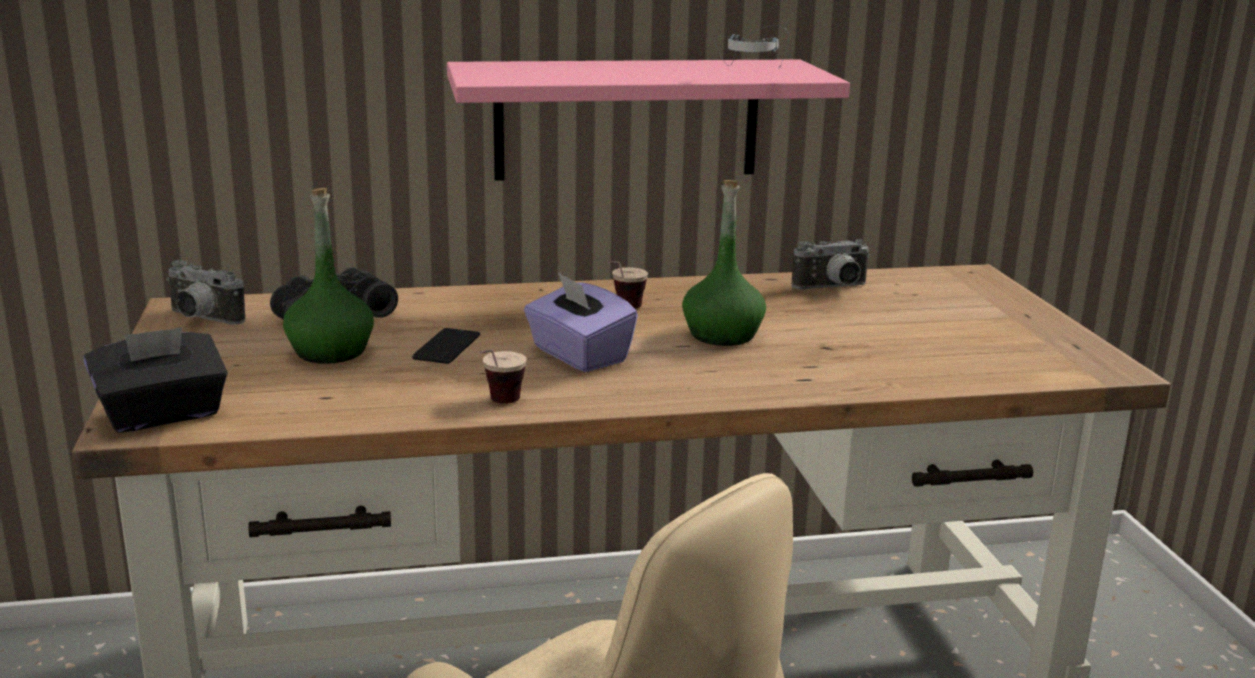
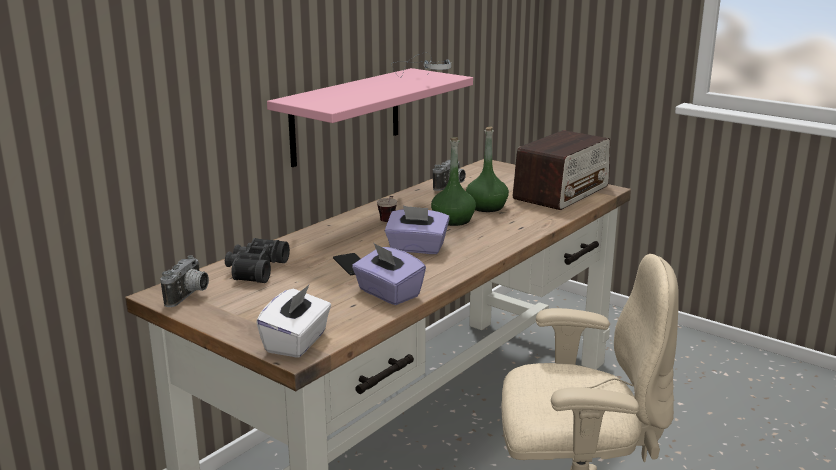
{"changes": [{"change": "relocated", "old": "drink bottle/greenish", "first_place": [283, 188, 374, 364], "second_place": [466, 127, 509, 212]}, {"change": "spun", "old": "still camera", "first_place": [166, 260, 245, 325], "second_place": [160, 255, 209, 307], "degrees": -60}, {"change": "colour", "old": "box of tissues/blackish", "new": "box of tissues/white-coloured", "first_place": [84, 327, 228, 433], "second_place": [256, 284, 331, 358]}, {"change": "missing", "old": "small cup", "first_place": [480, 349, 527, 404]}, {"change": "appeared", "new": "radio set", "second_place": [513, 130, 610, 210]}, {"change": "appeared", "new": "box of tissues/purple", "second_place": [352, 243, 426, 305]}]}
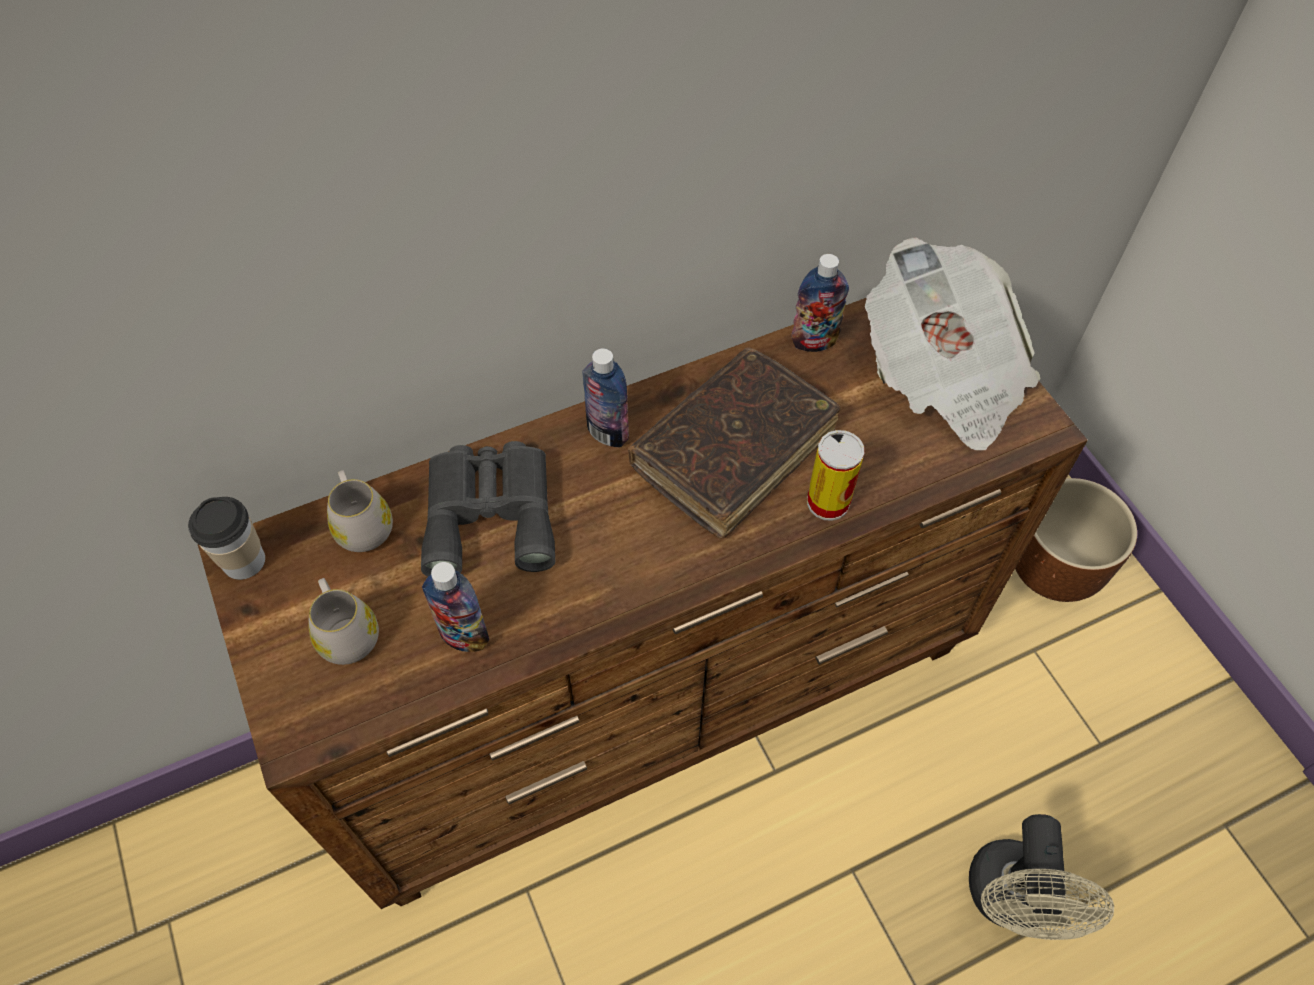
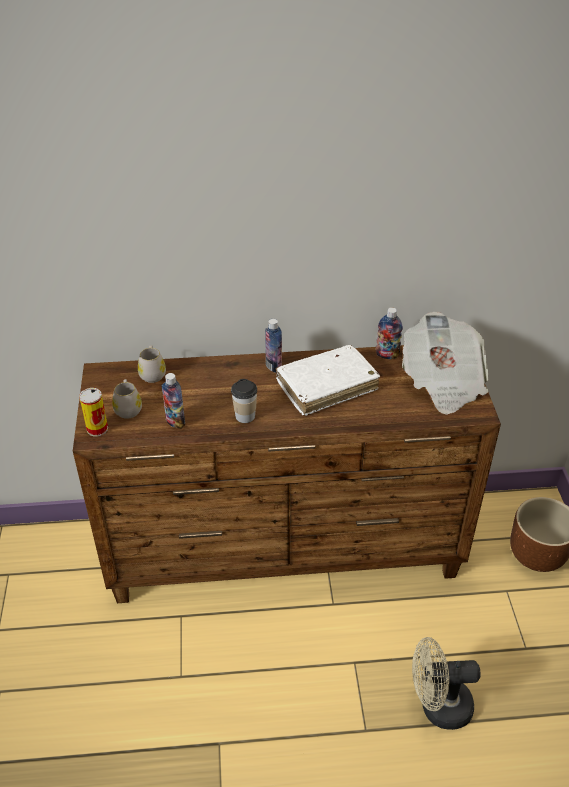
{"changes": [{"change": "colour", "old": "book/brownish", "new": "book/white-coloured", "first_place": [628, 347, 841, 539], "second_place": [276, 345, 380, 416]}, {"change": "relocated", "old": "sealed can", "first_place": [807, 430, 864, 521], "second_place": [79, 388, 108, 436]}, {"change": "missing", "old": "field glasses/grey", "first_place": [421, 441, 555, 577]}, {"change": "relocated", "old": "small cup", "first_place": [188, 497, 265, 580], "second_place": [231, 379, 257, 423]}, {"change": "spun", "old": "fan/beige-coloured", "first_place": [969, 814, 1114, 940], "second_place": [412, 637, 481, 730], "degrees": 60}]}
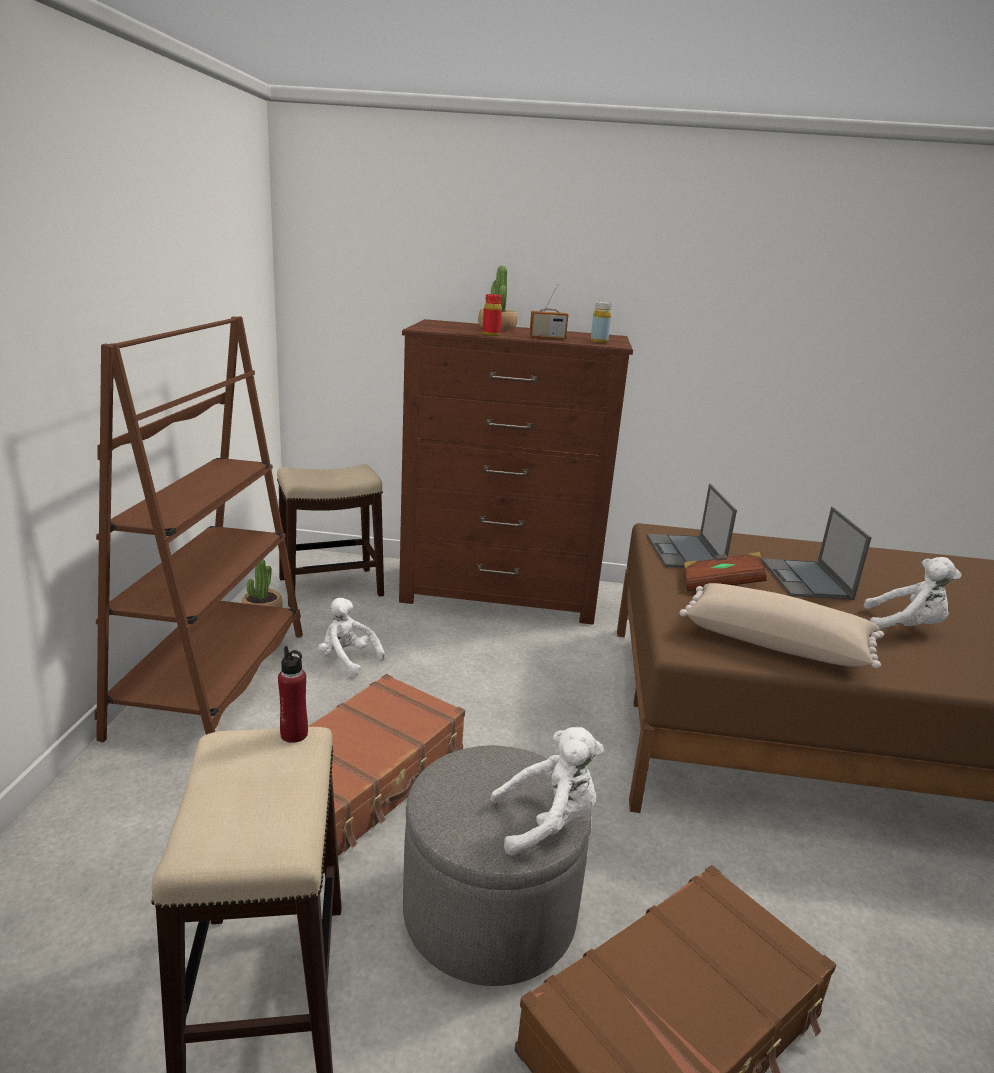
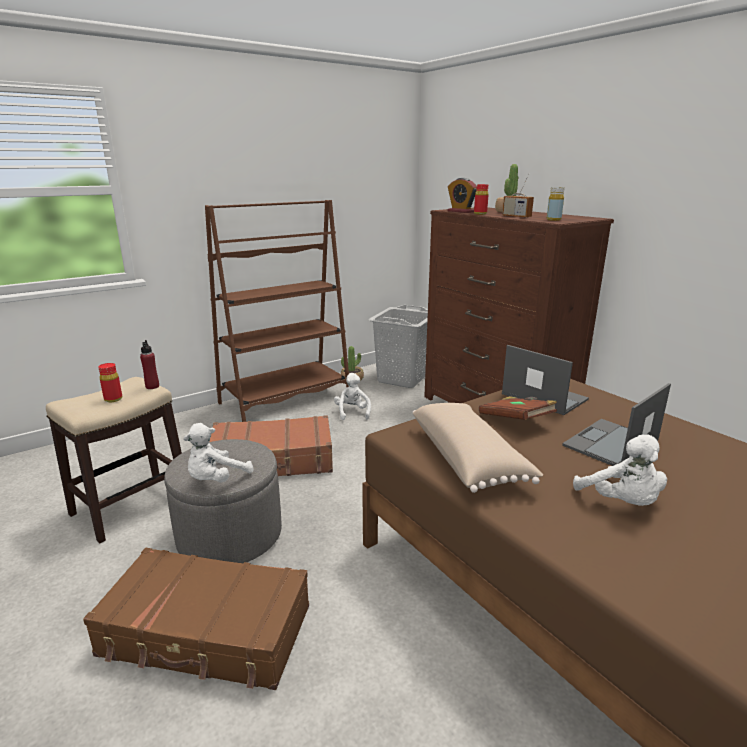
{"changes": [{"change": "exchanged", "old": "stool", "new": "washing basket/grey", "first_place": [277, 464, 384, 607], "second_place": [369, 305, 428, 388]}, {"change": "spun", "old": "notebook computer", "first_place": [647, 484, 737, 568], "second_place": [502, 345, 589, 415], "degrees": 90}, {"change": "spun", "old": "cuddly toy/white-coloured", "first_place": [490, 727, 604, 856], "second_place": [183, 423, 253, 482], "degrees": 90}, {"change": "appeared", "new": "table clock", "second_place": [448, 178, 477, 213]}, {"change": "appeared", "new": "drink bottle/red-coloured", "second_place": [98, 363, 122, 402]}]}
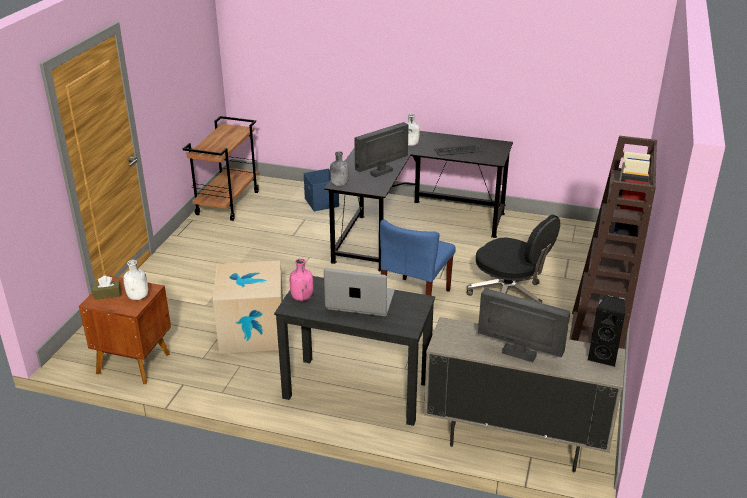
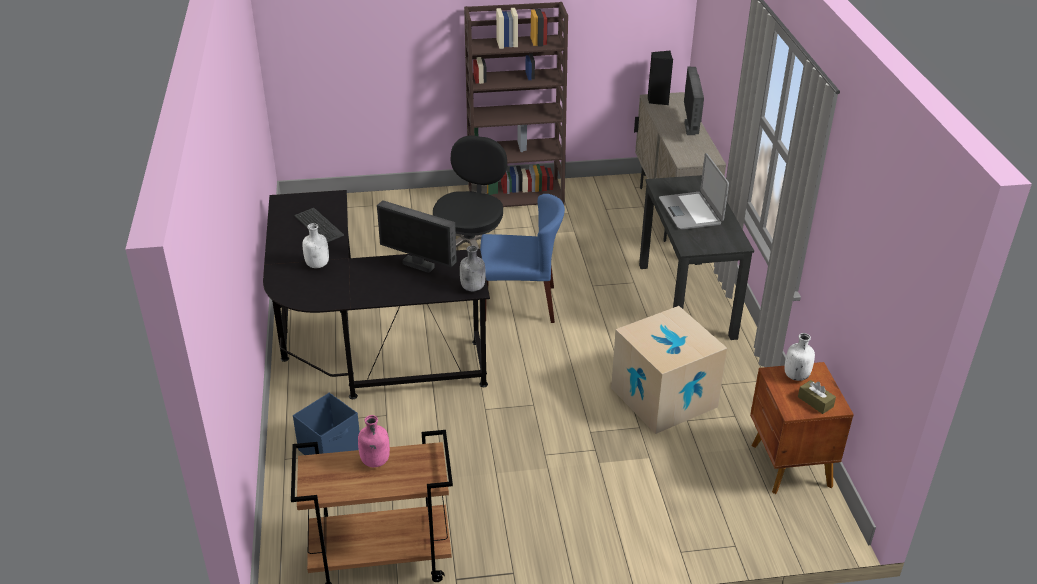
{"changes": [{"change": "relocated", "old": "drink bottle/pinkish", "first_place": [290, 259, 313, 301], "second_place": [358, 415, 390, 467]}]}
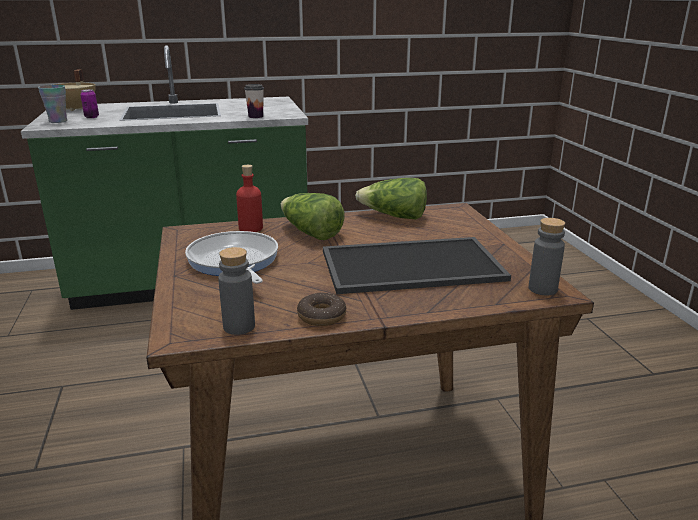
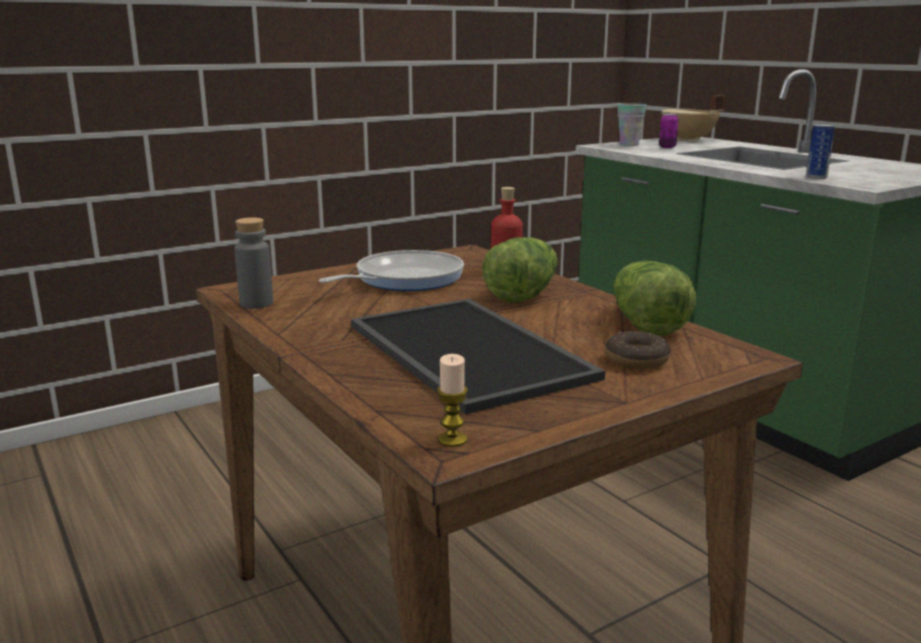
{"changes": [{"change": "exchanged", "old": "small cup", "new": "sealed can", "first_place": [244, 84, 264, 118], "second_place": [806, 124, 835, 179]}, {"change": "exchanged", "old": "drink bottle/grey", "new": "wax light", "first_place": [529, 218, 565, 296], "second_place": [437, 354, 468, 447]}, {"change": "relocated", "old": "ring doughnut", "first_place": [297, 293, 346, 326], "second_place": [605, 331, 671, 369]}]}
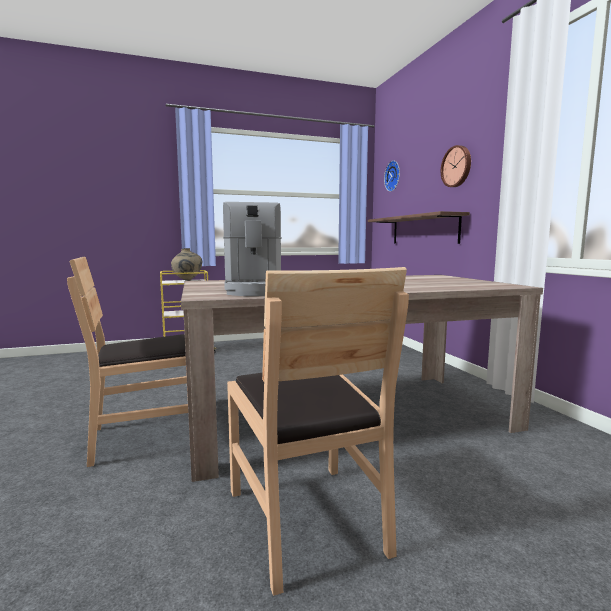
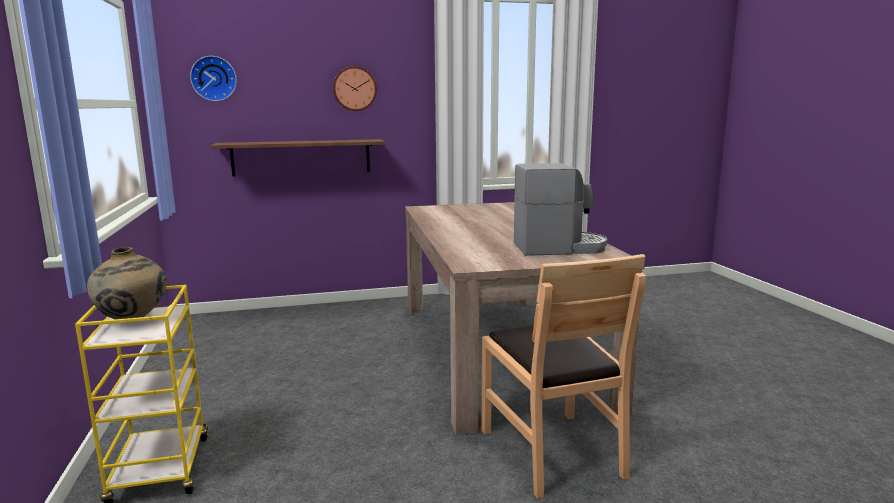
{"changes": [{"change": "missing", "old": "plain chair/brownish", "first_place": [227, 267, 409, 596]}]}
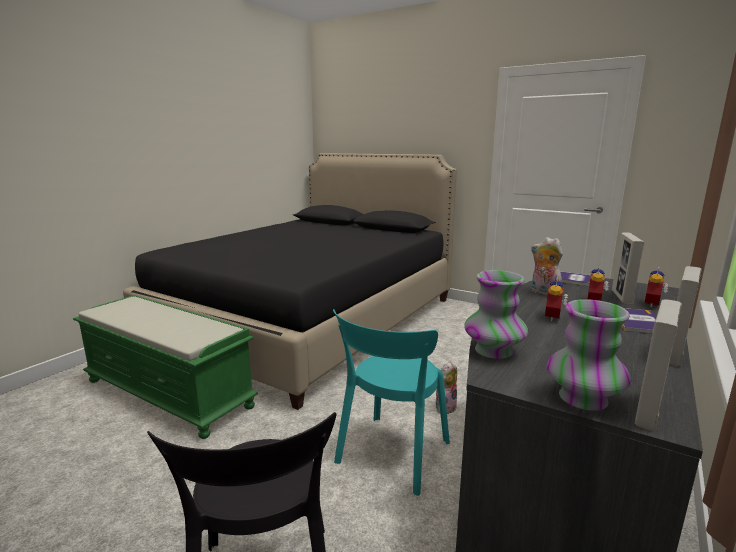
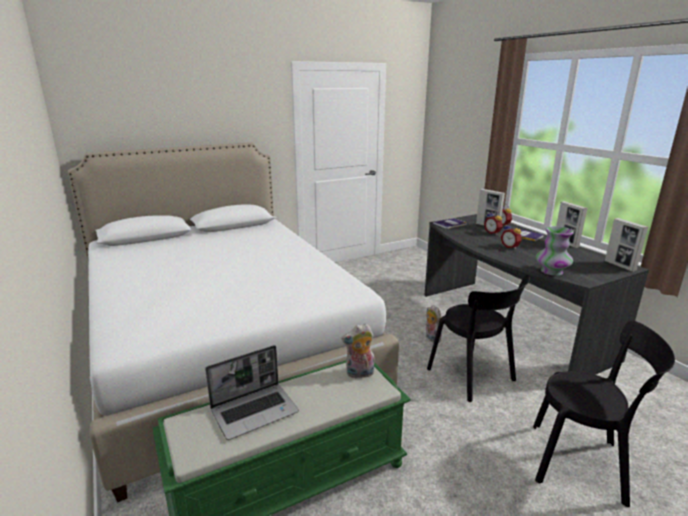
{"changes": [{"change": "colour", "old": "sleeping bed/blackish", "new": "sleeping bed/white-coloured", "first_place": [123, 153, 457, 410], "second_place": [68, 143, 399, 502]}, {"change": "relocated", "old": "cuddly toy", "first_place": [531, 237, 563, 296], "second_place": [341, 324, 374, 378]}, {"change": "missing", "old": "decorative vase", "first_place": [547, 299, 631, 411]}, {"change": "colour", "old": "plain chair/turquoise-coloured", "new": "plain chair/blackish", "first_place": [333, 309, 450, 496], "second_place": [427, 274, 530, 402]}, {"change": "appeared", "new": "notebook computer", "second_place": [205, 345, 299, 440]}]}
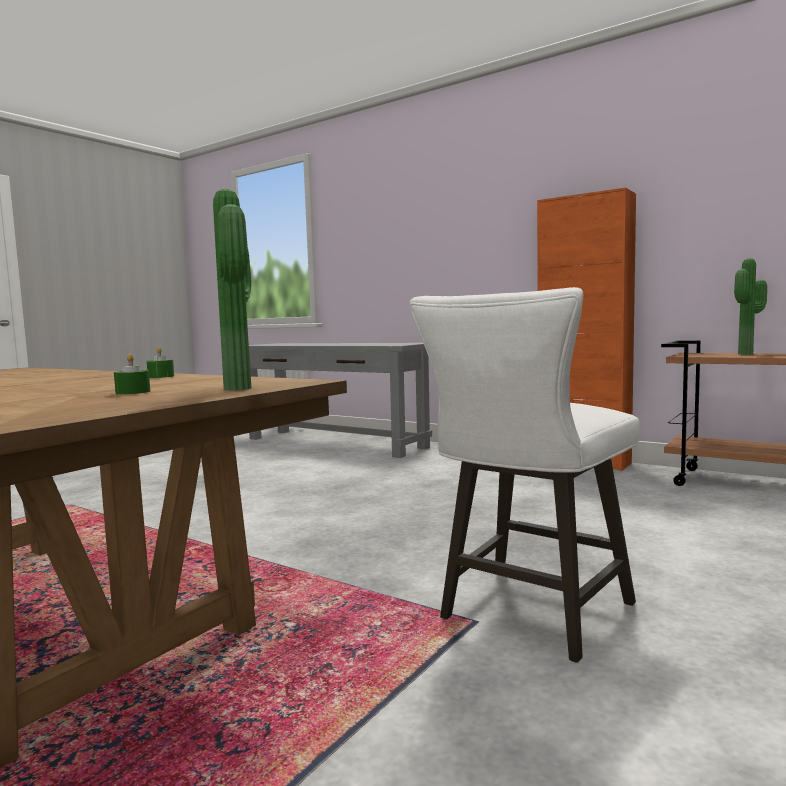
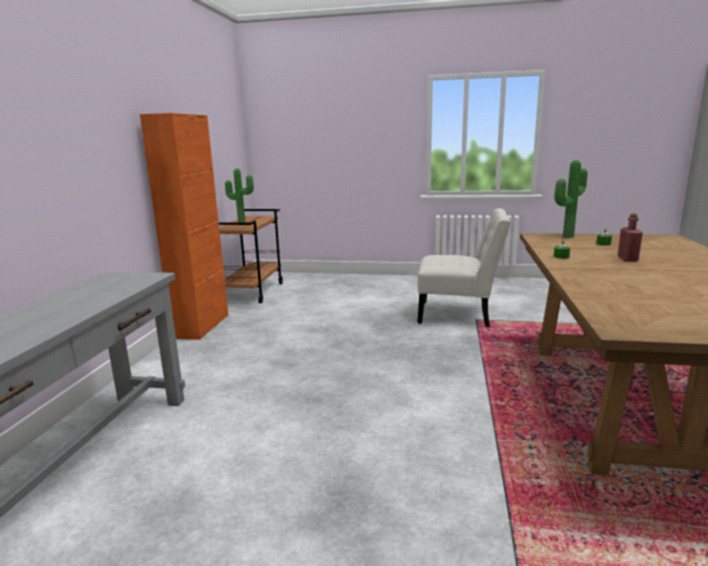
{"changes": [{"change": "exchanged", "old": "stool/white-coloured", "new": "plain chair/white-coloured", "first_place": [410, 287, 640, 663], "second_place": [417, 208, 511, 327]}, {"change": "appeared", "new": "drink bottle/red-coloured", "second_place": [617, 214, 643, 262]}]}
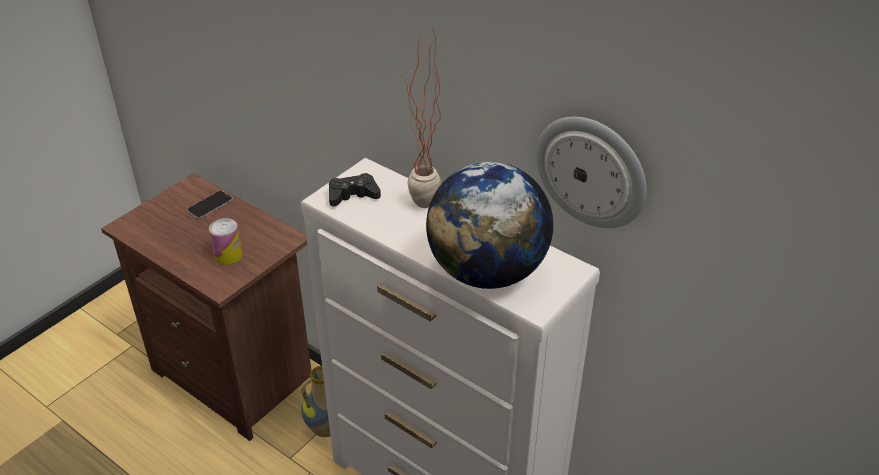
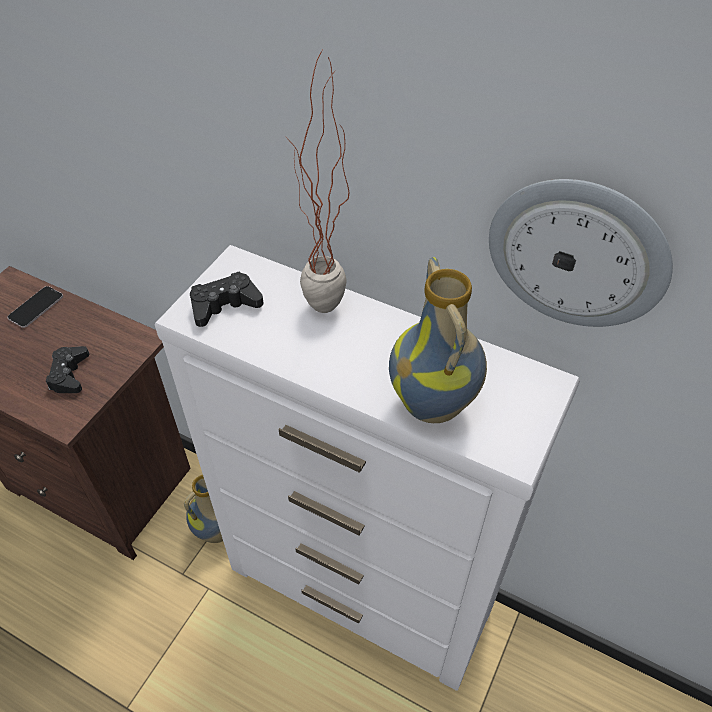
{"changes": [{"change": "exchanged", "old": "world globe", "new": "decorative vase", "first_place": [426, 162, 553, 289], "second_place": [389, 257, 487, 423]}, {"change": "exchanged", "old": "sealed can", "new": "joypad/blackish", "first_place": [209, 218, 243, 265], "second_place": [46, 346, 89, 393]}]}
